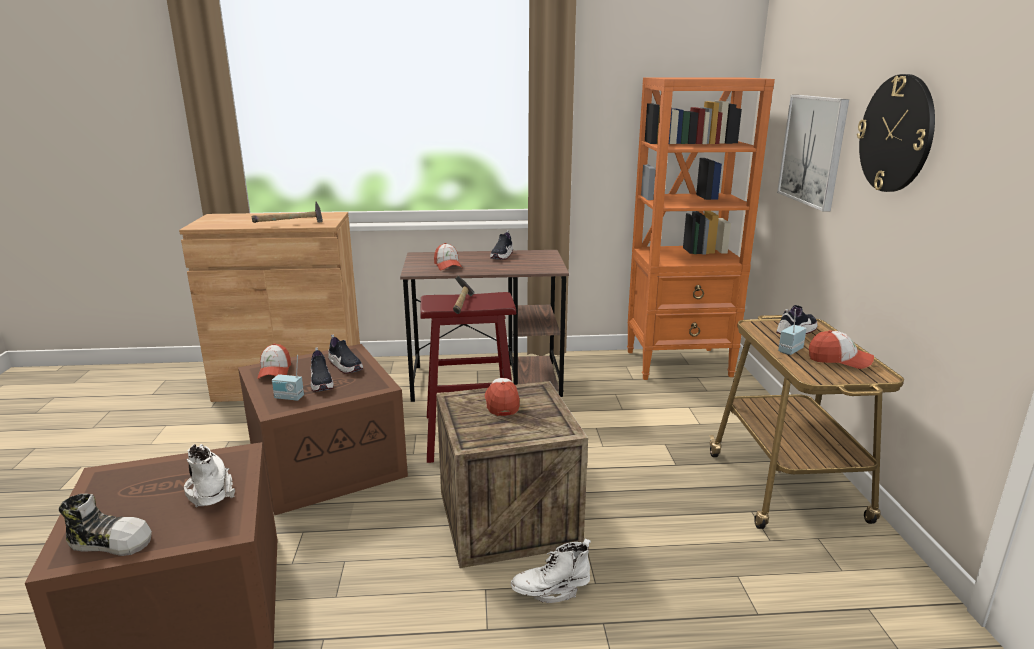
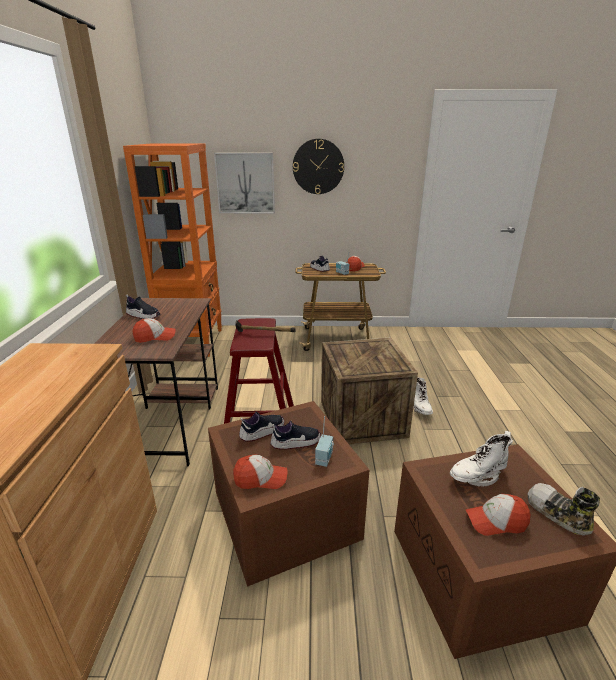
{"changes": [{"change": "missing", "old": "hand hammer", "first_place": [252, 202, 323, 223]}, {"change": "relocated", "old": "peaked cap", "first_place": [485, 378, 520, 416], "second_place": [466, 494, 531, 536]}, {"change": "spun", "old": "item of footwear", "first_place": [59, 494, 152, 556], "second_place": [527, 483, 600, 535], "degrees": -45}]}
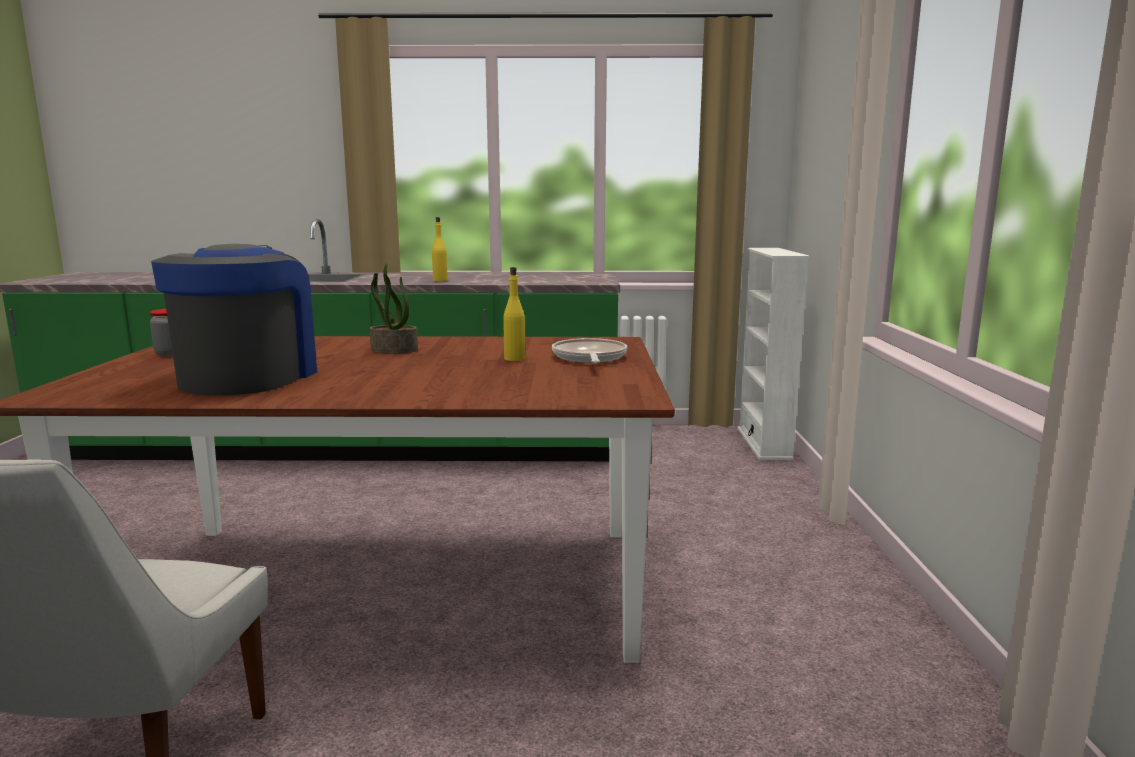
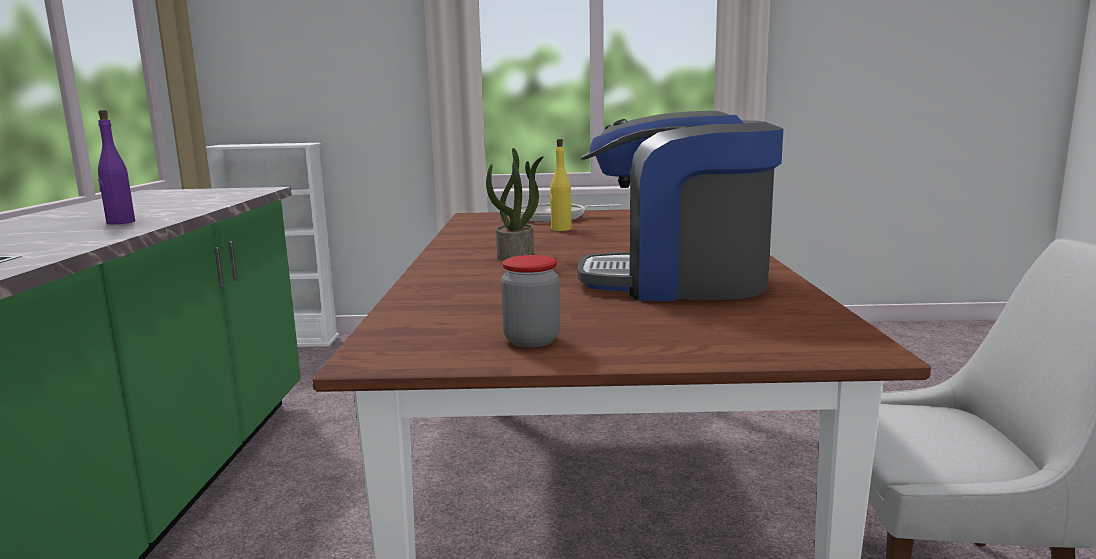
{"changes": [{"change": "colour", "old": "drink bottle/yellowish", "new": "drink bottle/purple", "first_place": [432, 217, 448, 281], "second_place": [98, 110, 135, 224]}]}
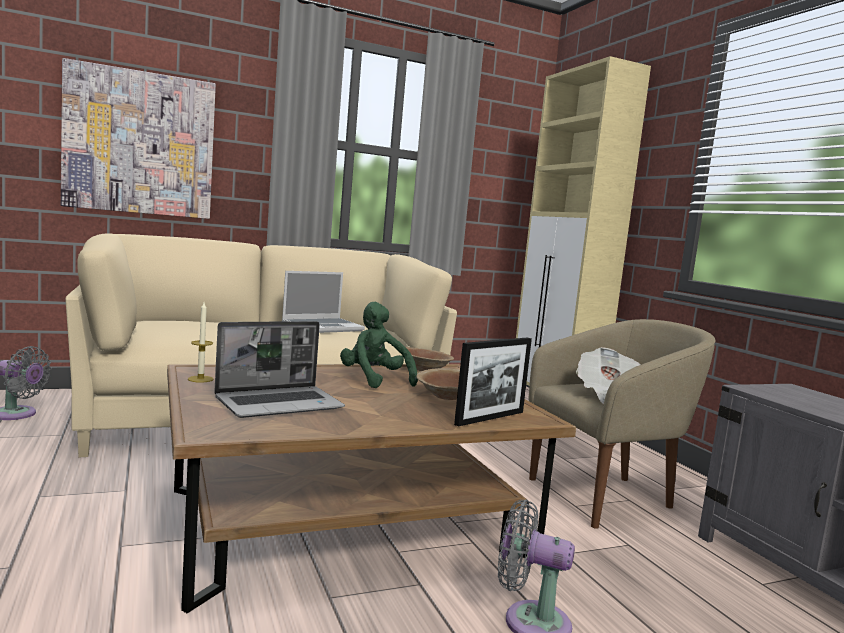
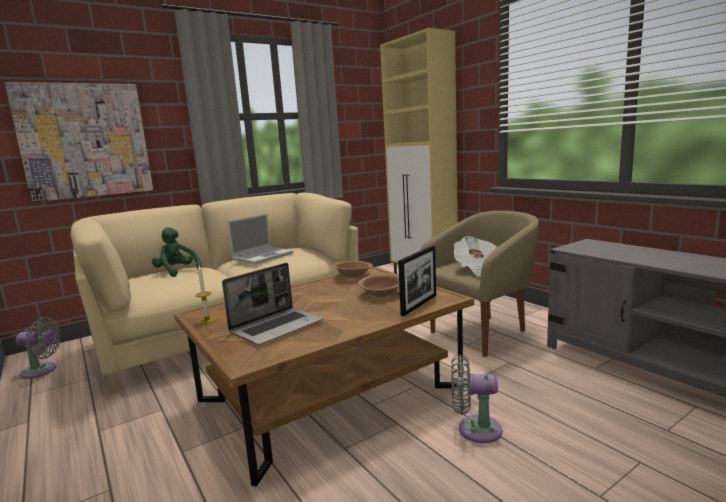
{"changes": [{"change": "relocated", "old": "cuddly toy/greenish", "first_place": [340, 302, 418, 388], "second_place": [152, 227, 202, 277]}]}
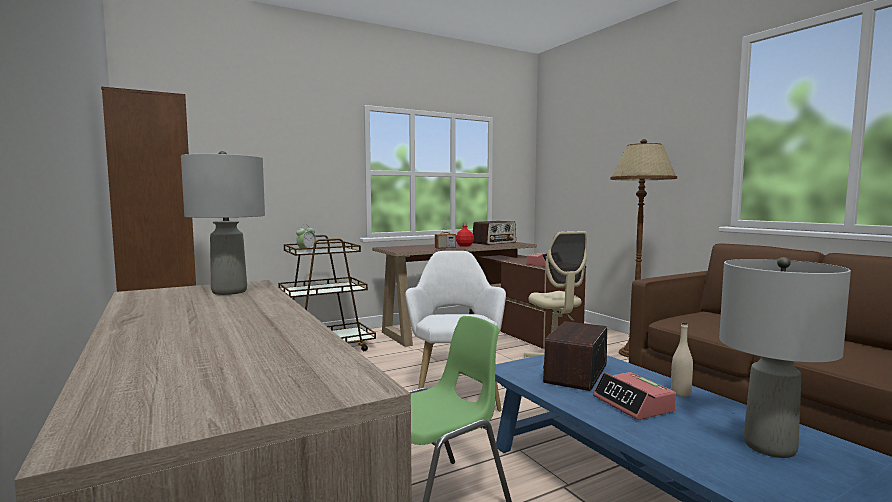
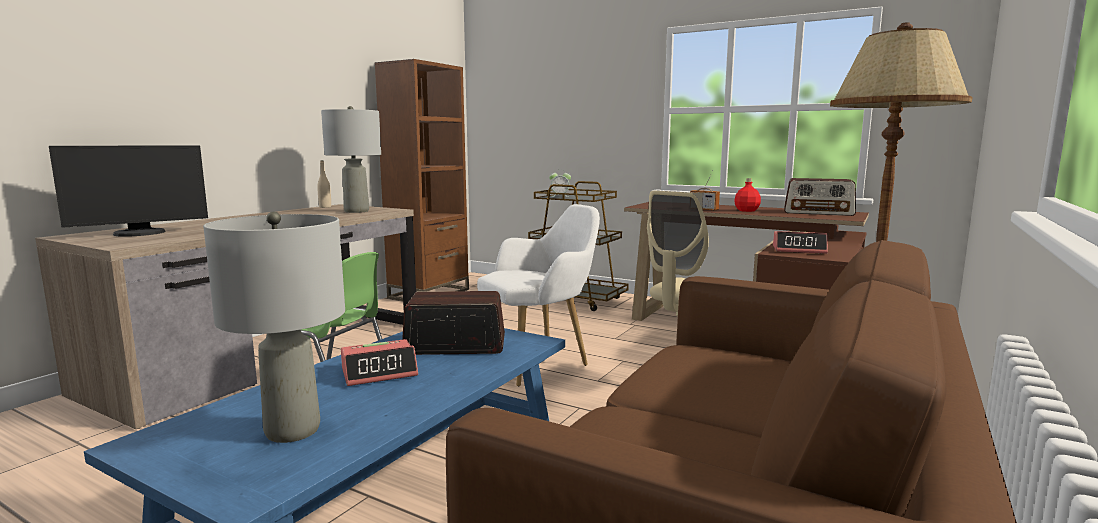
{"changes": [{"change": "relocated", "old": "drink bottle/beige-coloured", "first_place": [671, 322, 693, 397], "second_place": [317, 160, 331, 208]}, {"change": "spun", "old": "table clock", "first_place": [593, 372, 676, 420], "second_place": [341, 339, 418, 386], "degrees": -150}, {"change": "appeared", "new": "computer screen", "second_place": [49, 145, 208, 237]}]}
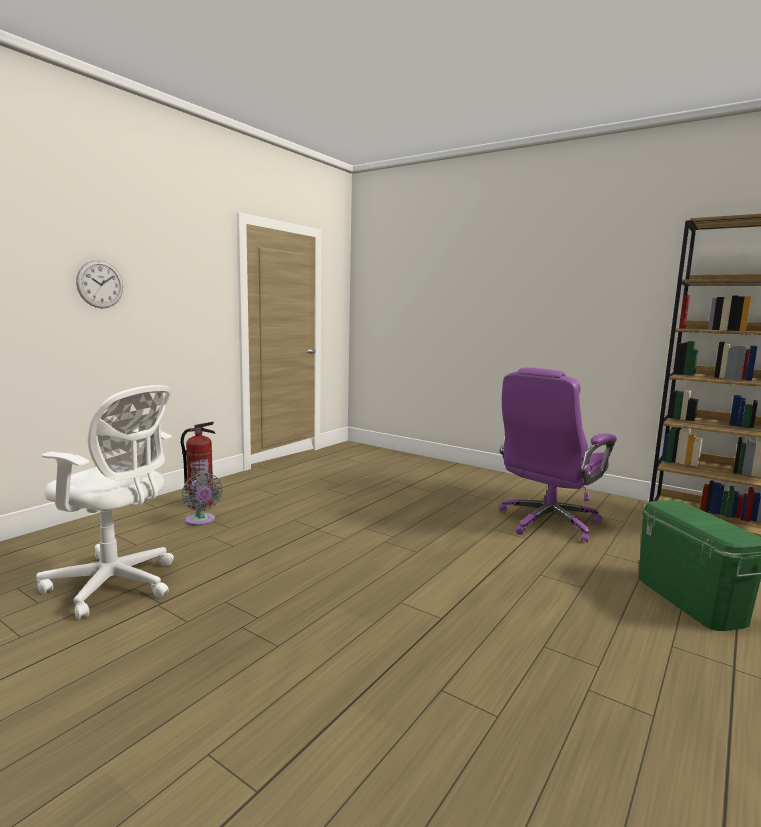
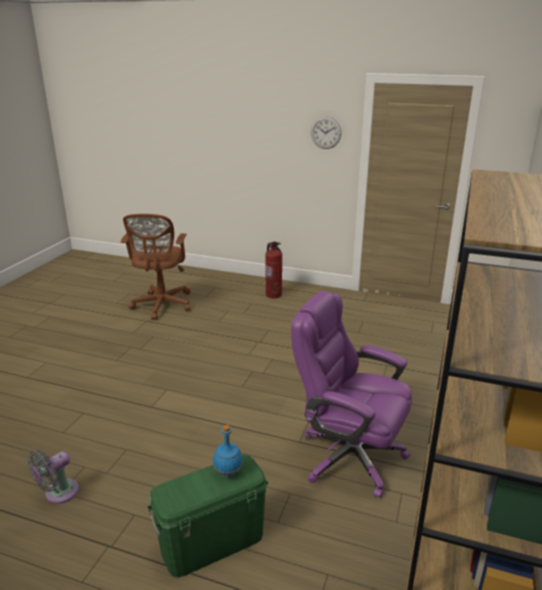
{"changes": [{"change": "relocated", "old": "wall clock", "first_place": [76, 260, 123, 308], "second_place": [311, 116, 342, 149]}, {"change": "colour", "old": "desk chair/white-coloured", "new": "desk chair/brownish", "first_place": [36, 385, 174, 620], "second_place": [121, 214, 191, 320]}, {"change": "relocated", "old": "fan/grey", "first_place": [182, 472, 223, 526], "second_place": [27, 450, 79, 504]}, {"change": "appeared", "new": "drink bottle/blue", "second_place": [213, 425, 243, 478]}]}
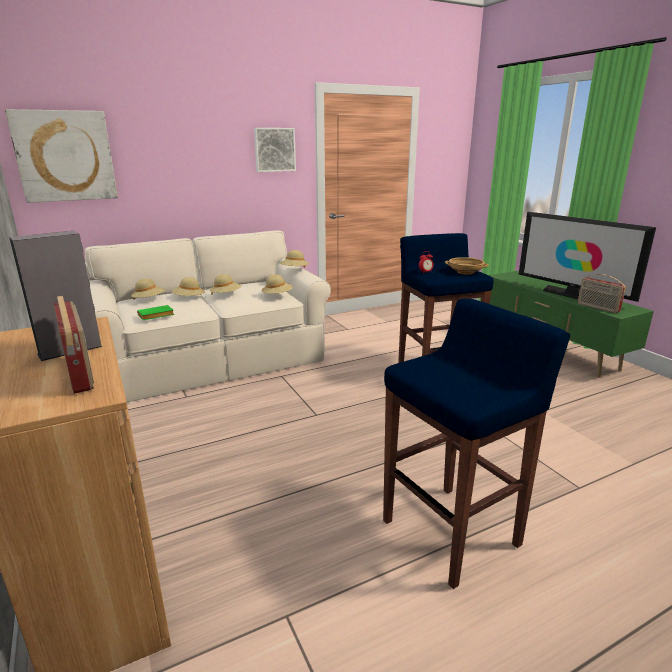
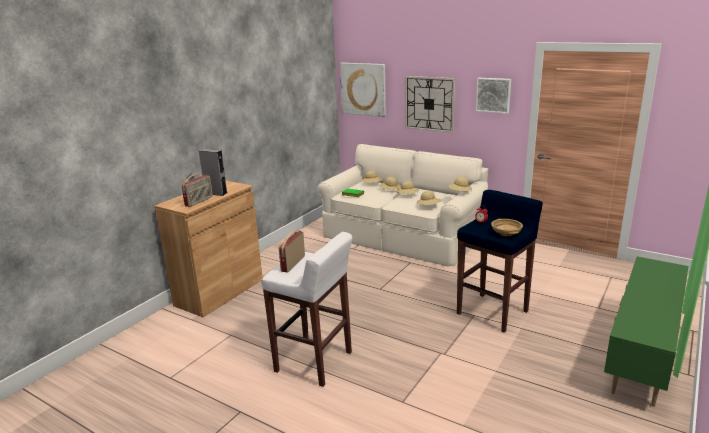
{"changes": [{"change": "missing", "old": "television", "first_place": [518, 212, 656, 302]}, {"change": "relocated", "old": "radio set", "first_place": [578, 274, 626, 313], "second_place": [279, 230, 305, 273]}, {"change": "colour", "old": "stool/blue", "new": "stool/white-coloured", "first_place": [383, 299, 570, 589], "second_place": [261, 232, 352, 387]}, {"change": "appeared", "new": "wall clock", "second_place": [405, 76, 455, 133]}]}
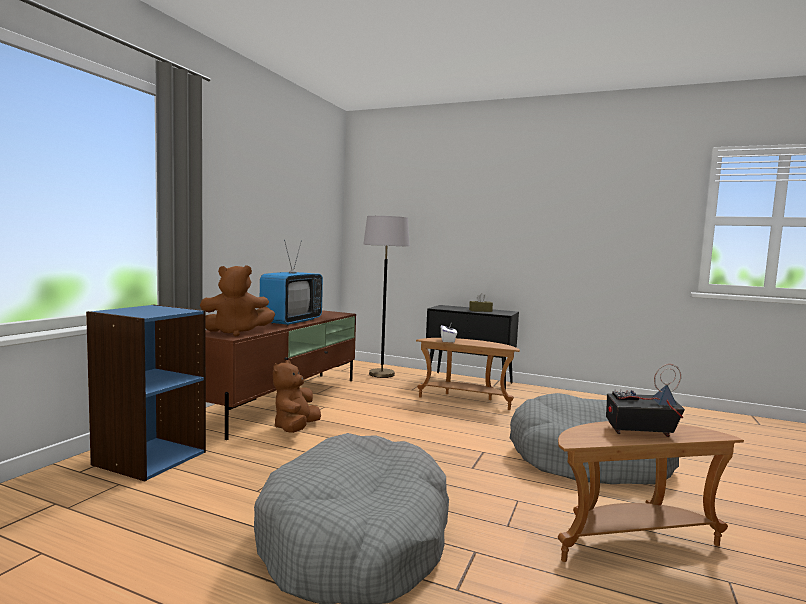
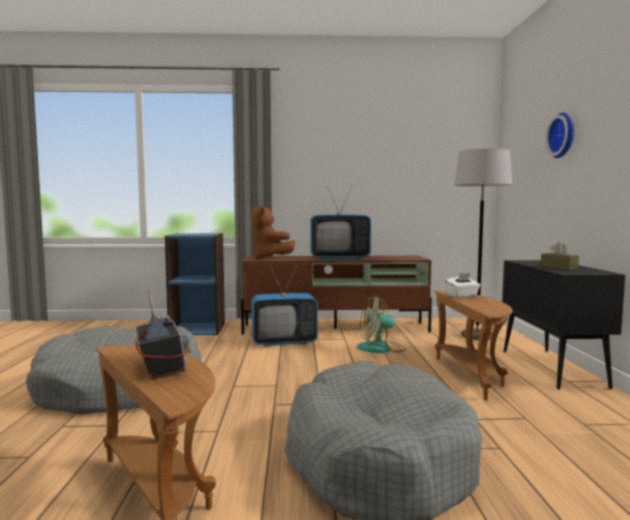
{"changes": [{"change": "exchanged", "old": "cuddly toy/brownish", "new": "television", "first_place": [273, 360, 321, 433], "second_place": [251, 264, 318, 346]}, {"change": "appeared", "new": "wall clock", "second_place": [546, 113, 574, 158]}, {"change": "appeared", "new": "fan", "second_place": [357, 295, 406, 354]}]}
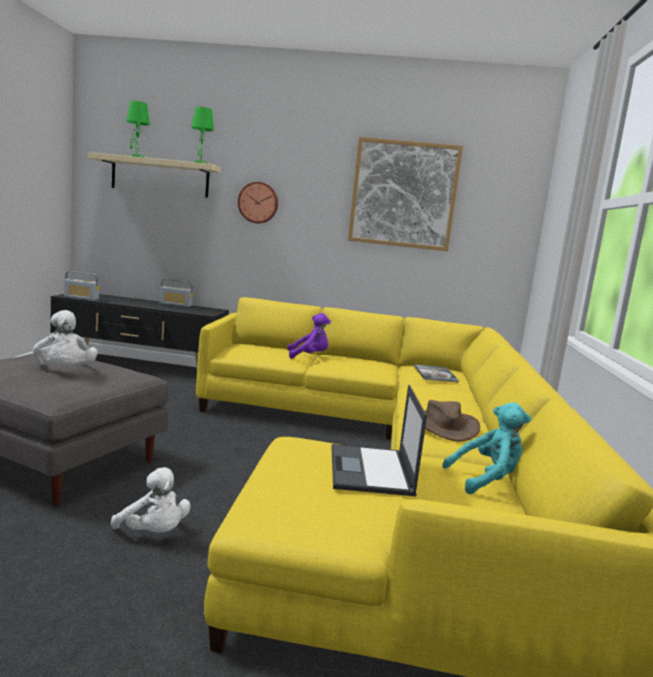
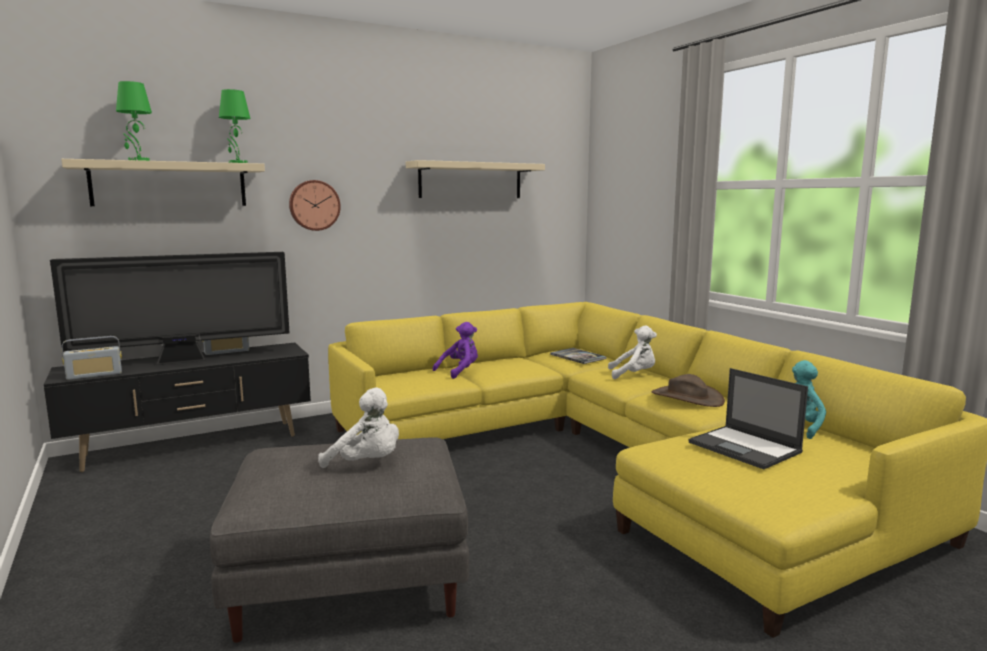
{"changes": [{"change": "exchanged", "old": "picture", "new": "bracket shelf/beige-coloured", "first_place": [348, 137, 463, 251], "second_place": [406, 160, 545, 198]}, {"change": "relocated", "old": "cuddly toy/white-coloured", "first_place": [111, 467, 191, 533], "second_place": [608, 325, 657, 379]}, {"change": "appeared", "new": "television", "second_place": [50, 252, 290, 365]}]}
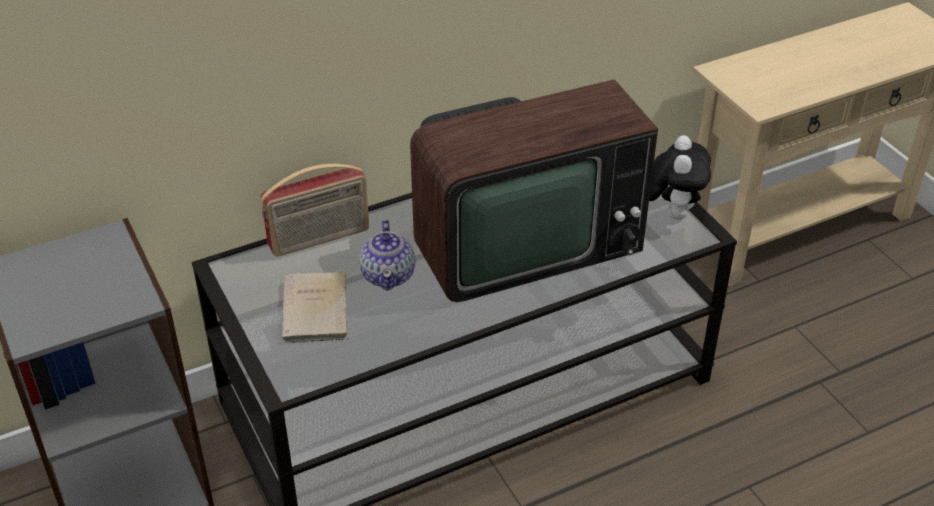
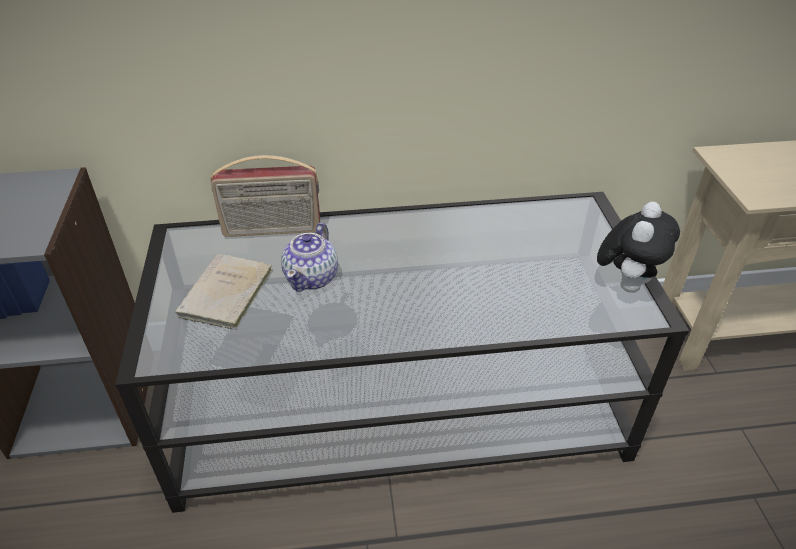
{"changes": [{"change": "missing", "old": "television", "first_place": [410, 79, 658, 302]}]}
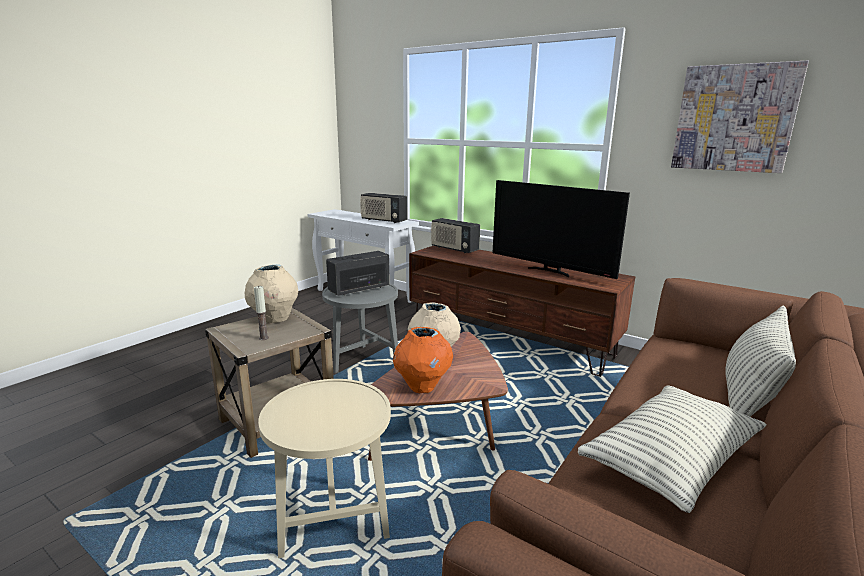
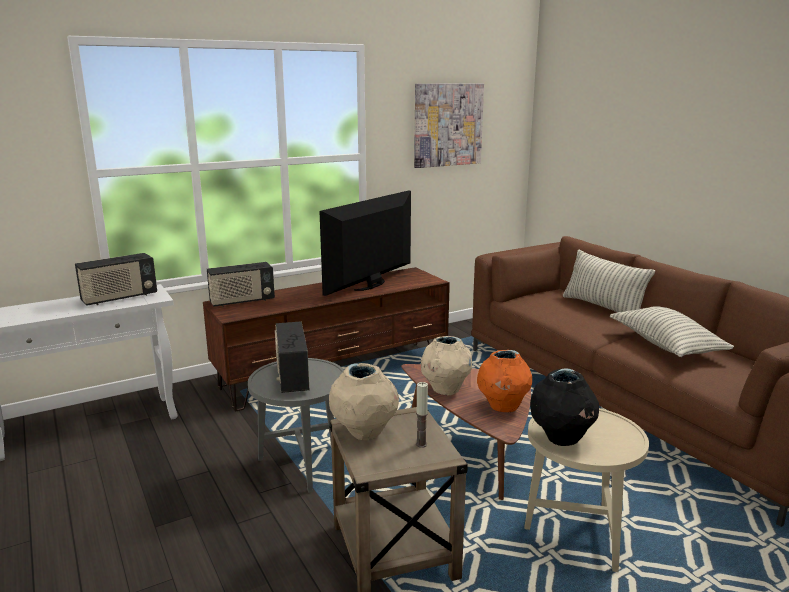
{"changes": [{"change": "spun", "old": "television", "first_place": [492, 180, 630, 279], "second_place": [319, 190, 411, 296], "degrees": 150}, {"change": "appeared", "new": "decorative vase/blackish", "second_place": [530, 368, 599, 446]}]}
